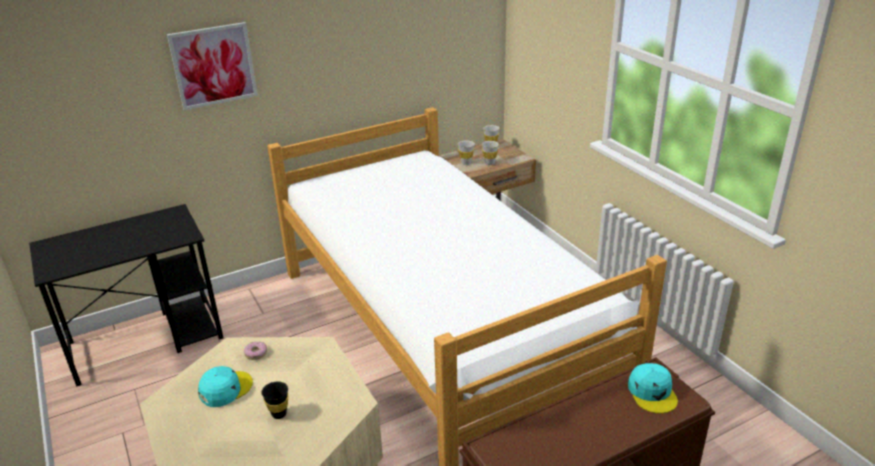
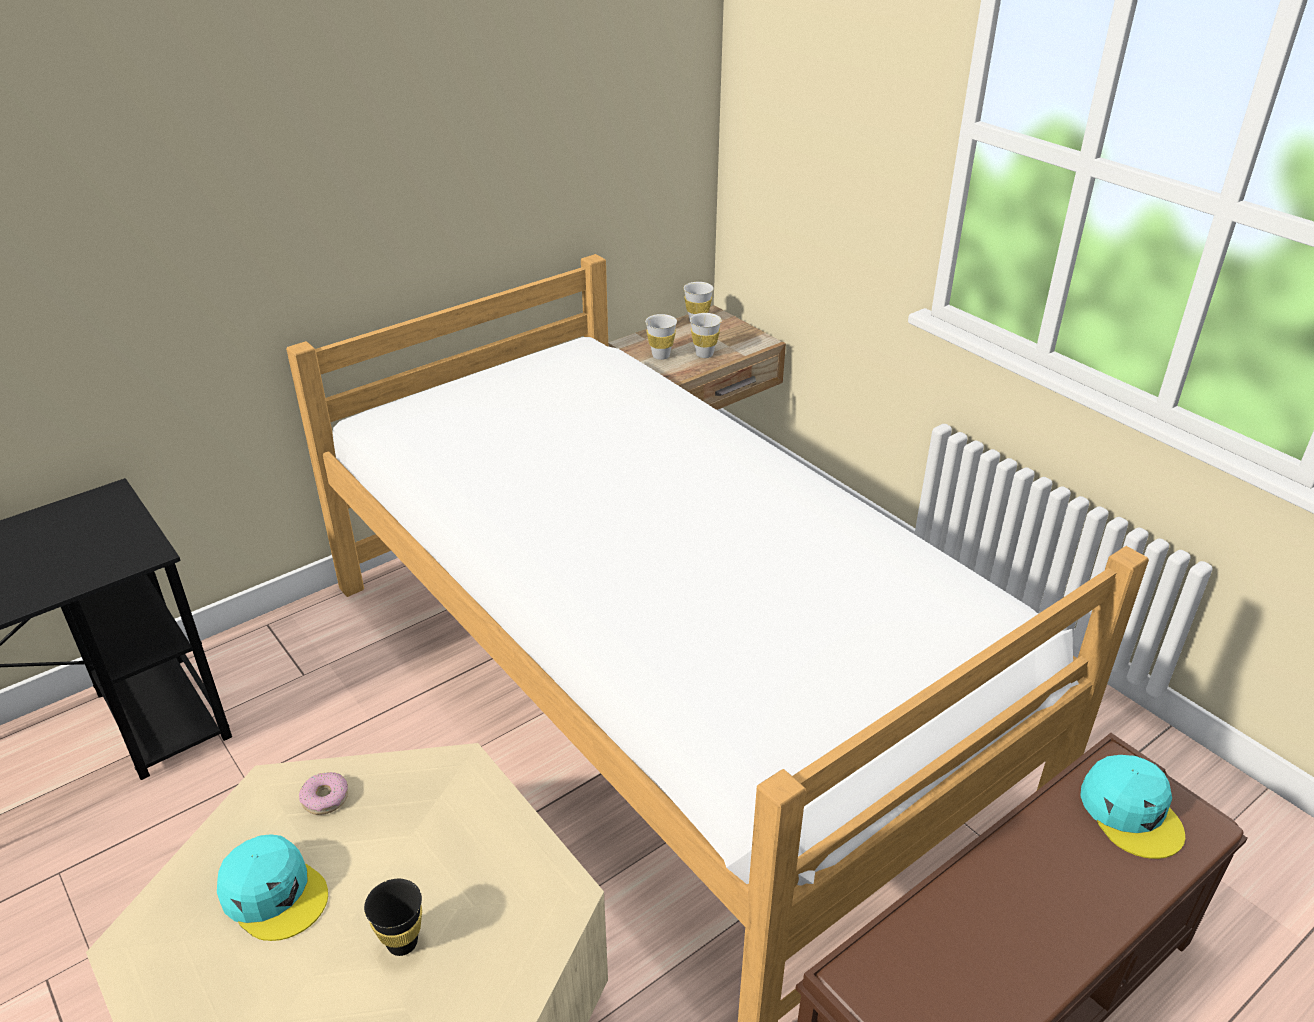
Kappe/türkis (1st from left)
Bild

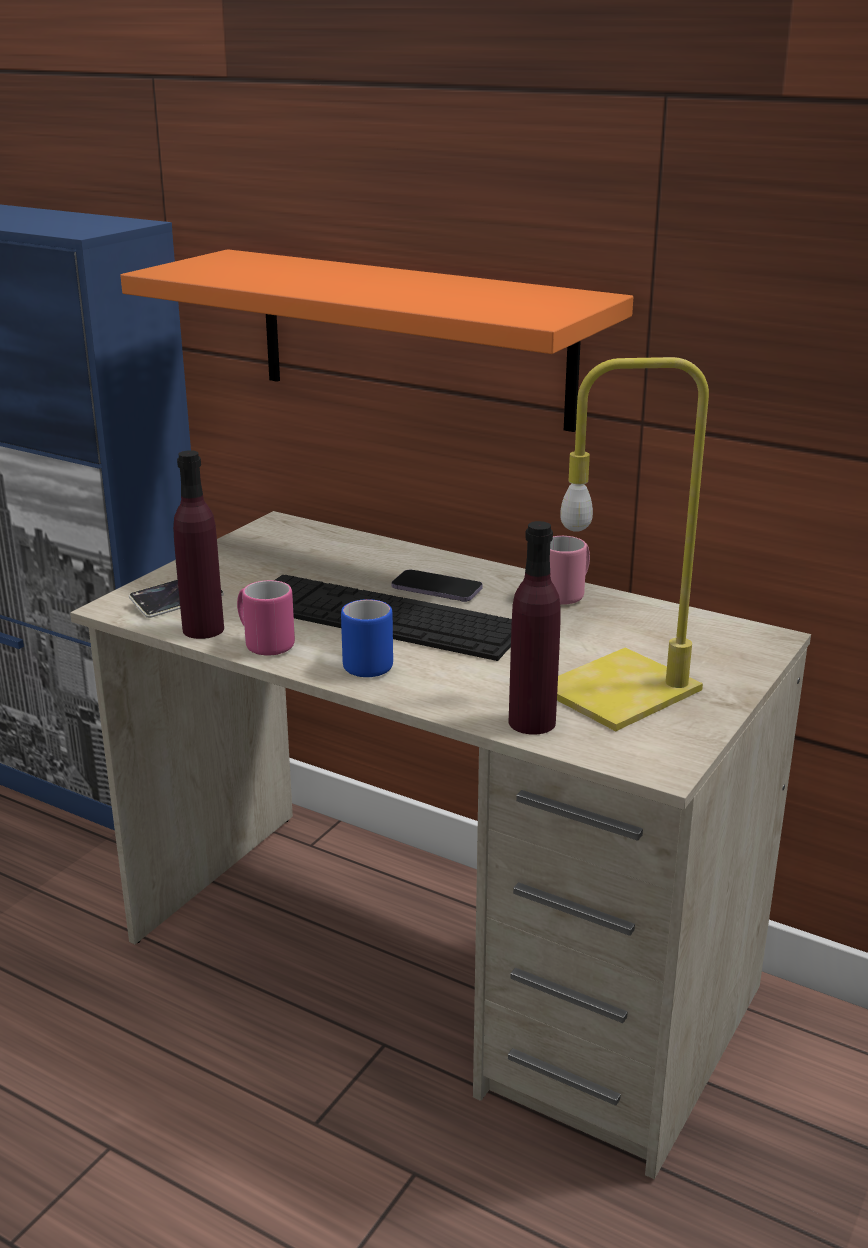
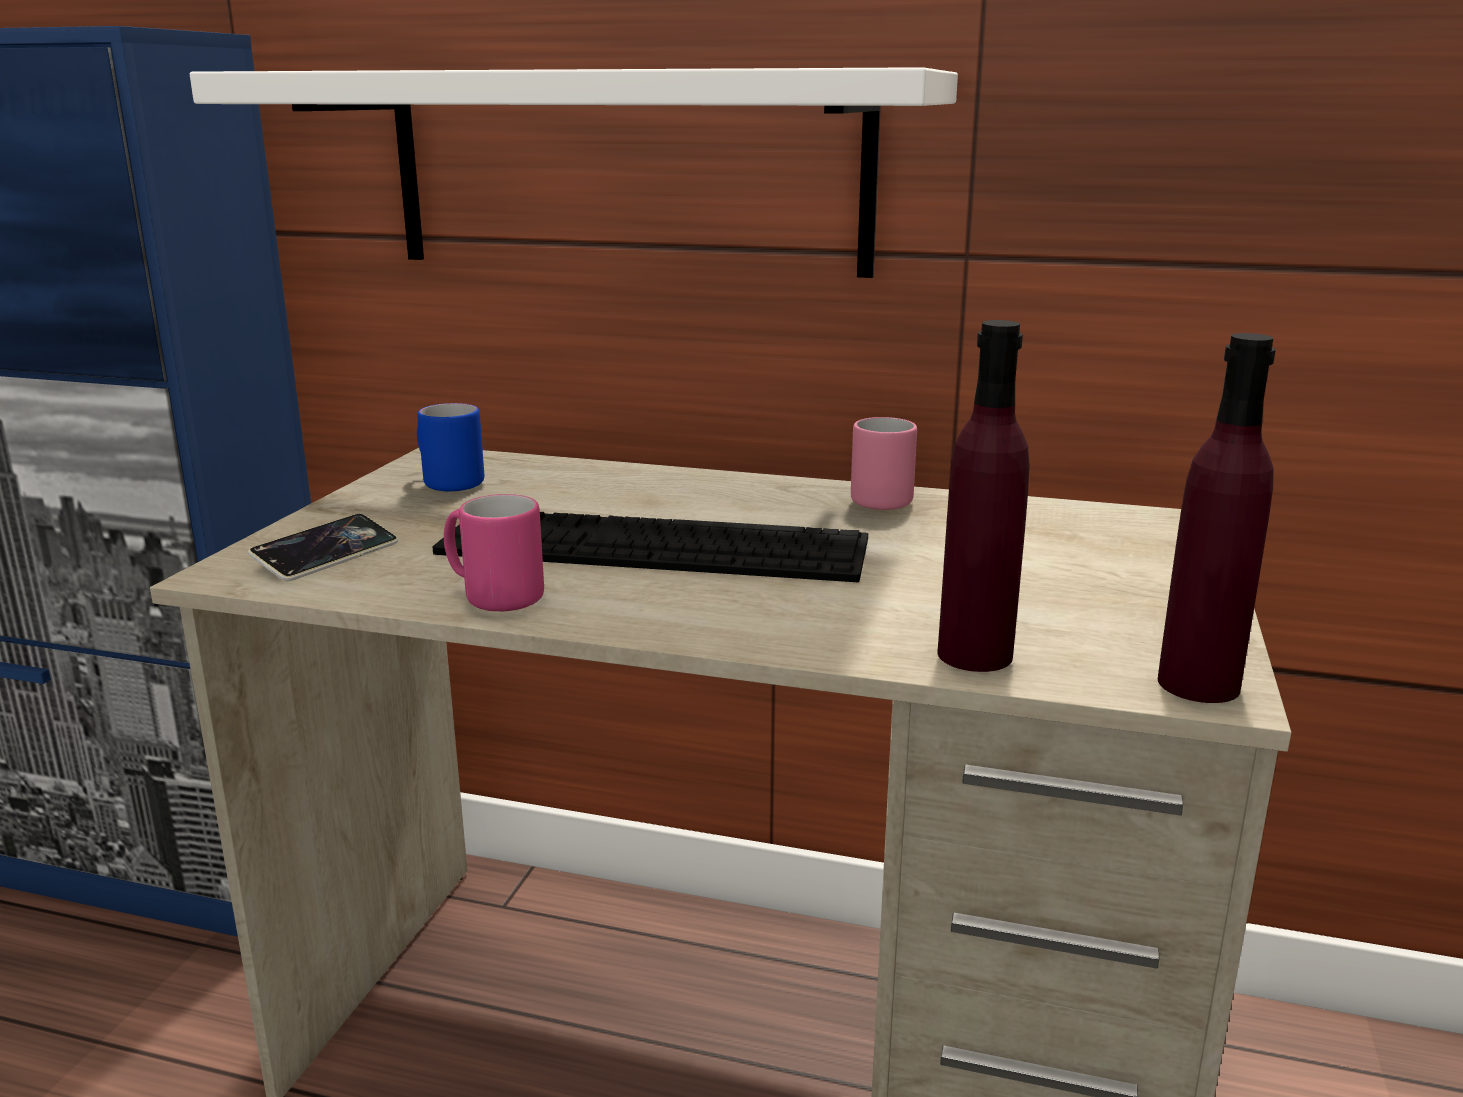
Wandregal/weiß
Henkelbecher/blau
Flasche/lila (2nd from left)
Handy (2nd from left in the first image)
Tischlampe/gelb

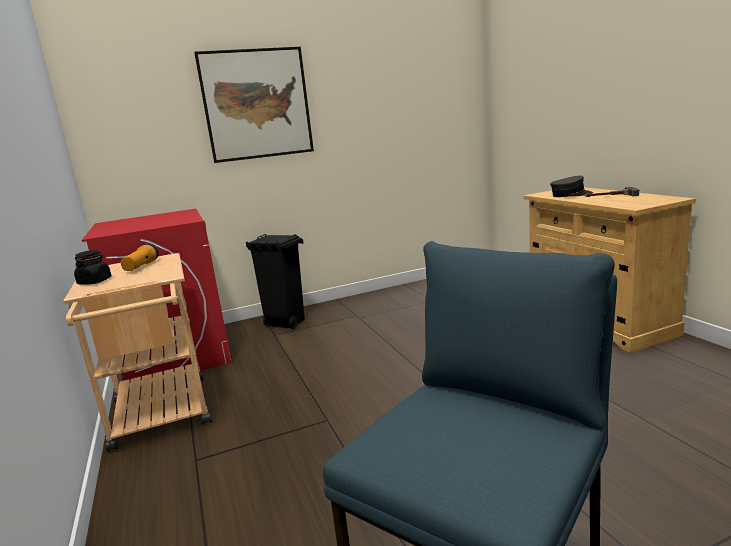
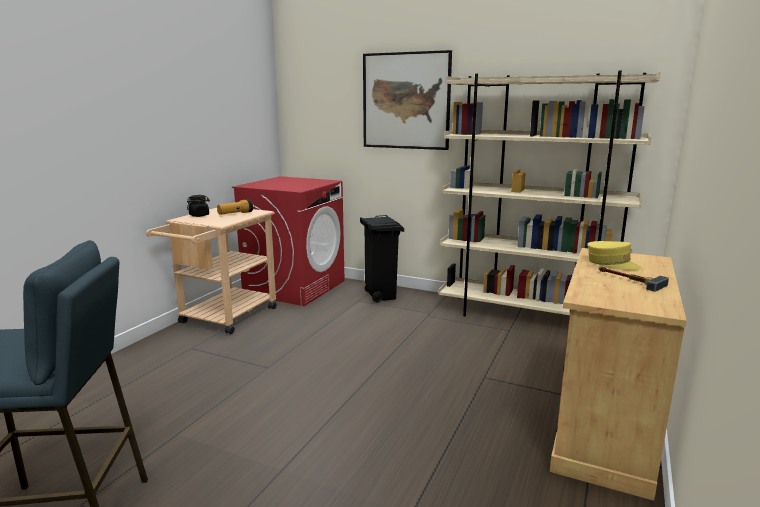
Bücherregal/beige
Kappe/gelb

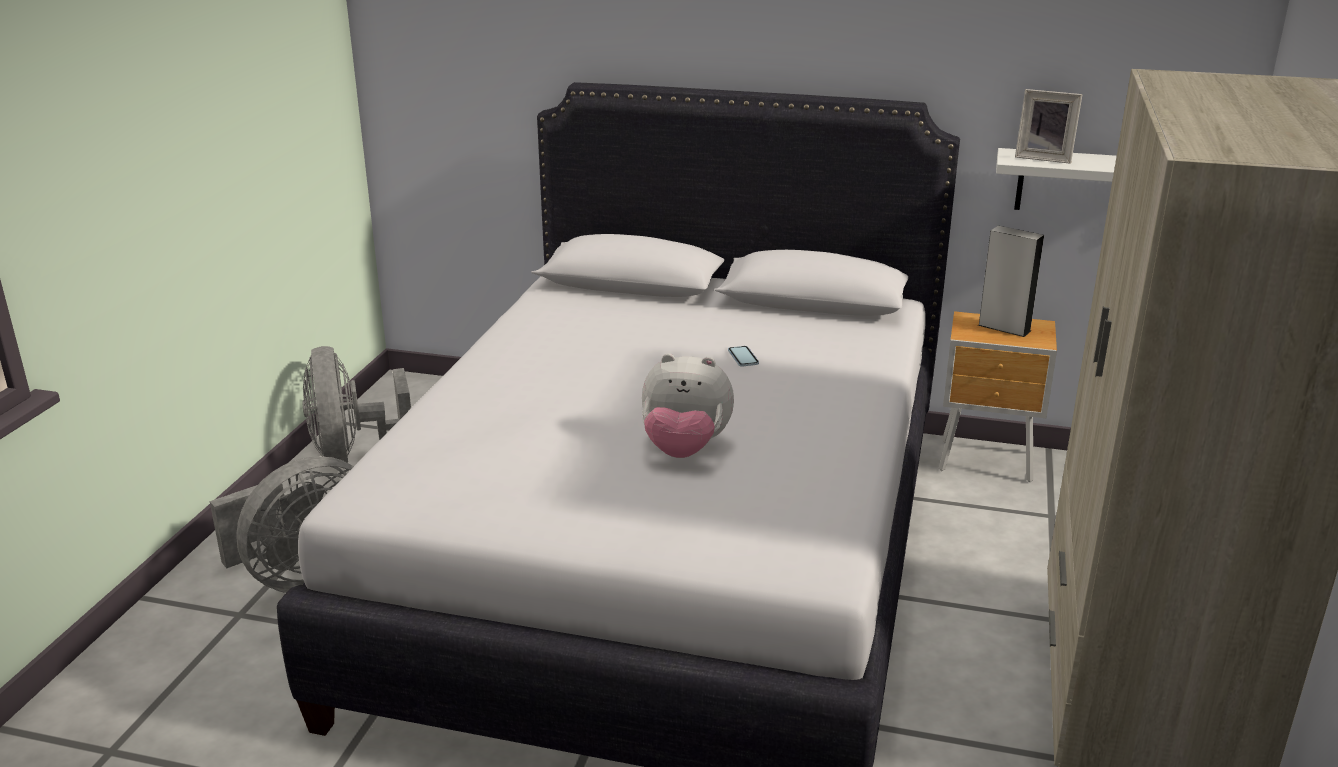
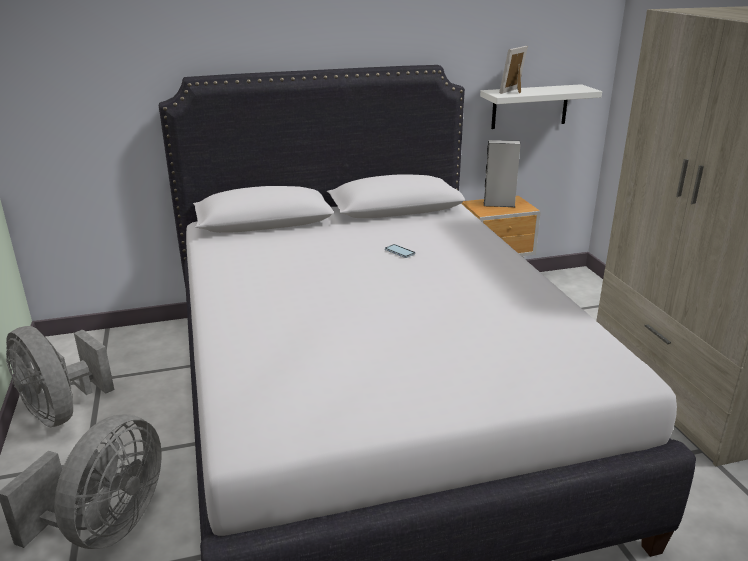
Bilderrahmen
Plüschtier

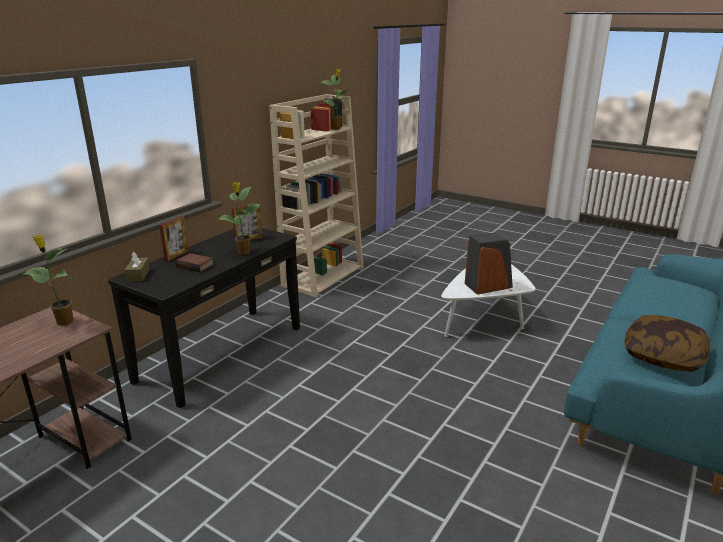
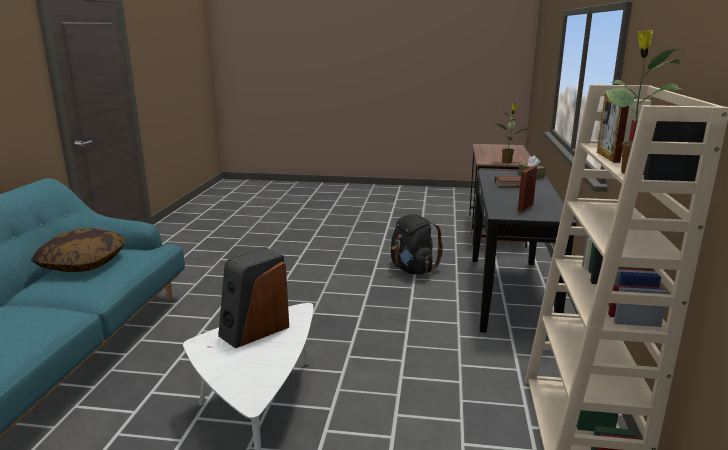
Rucksack/schwarz
Bilderrahmen (2nd from left)
Topfpflanze (2nd from left in the first image)

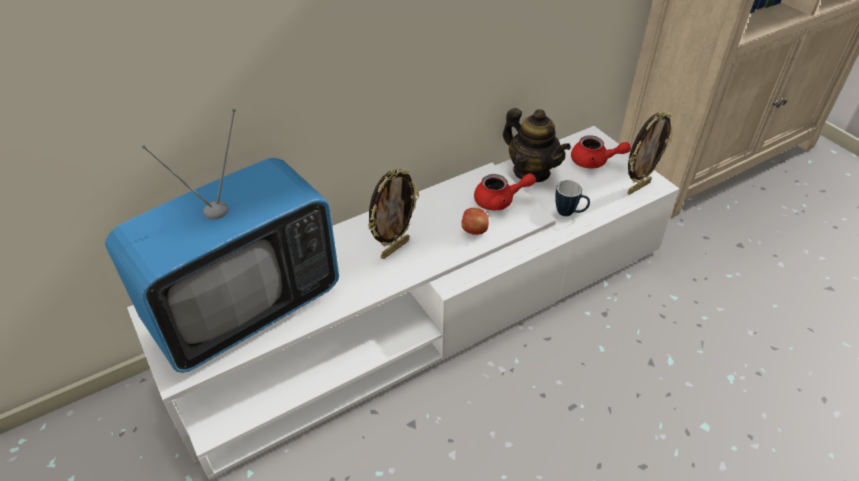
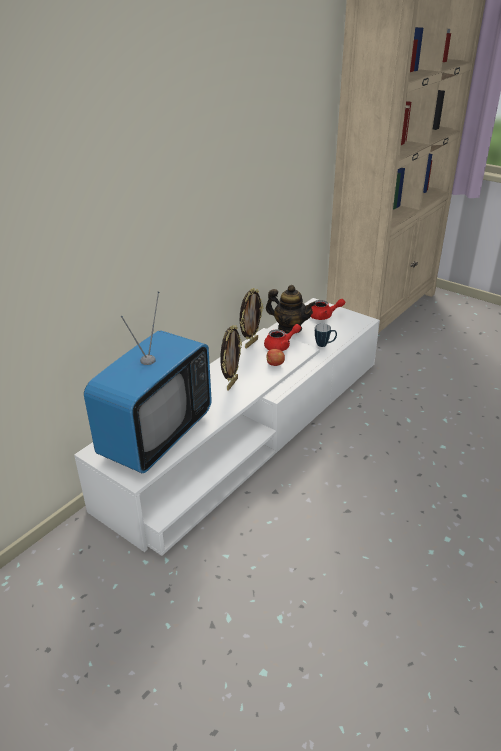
Bilderrahmen (2nd from left)

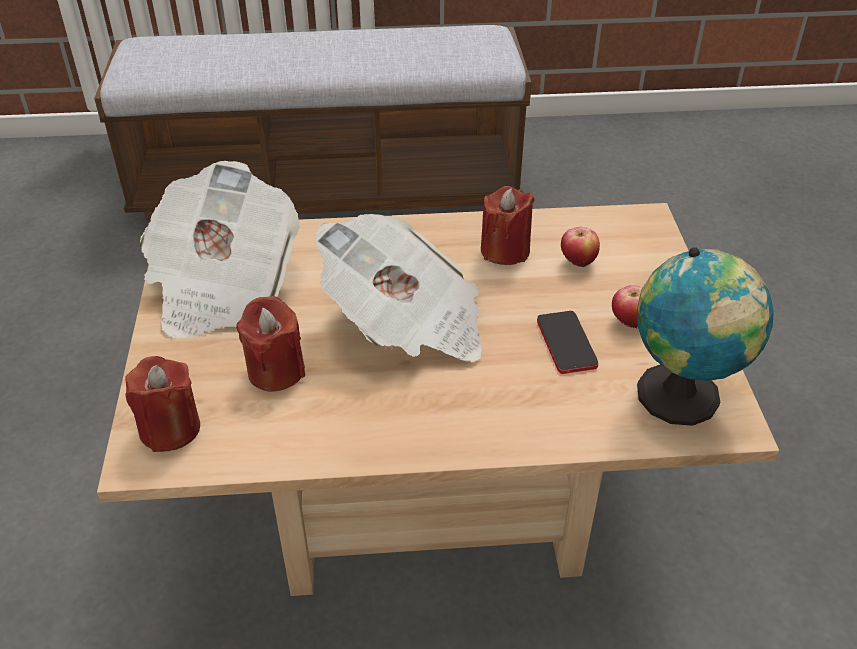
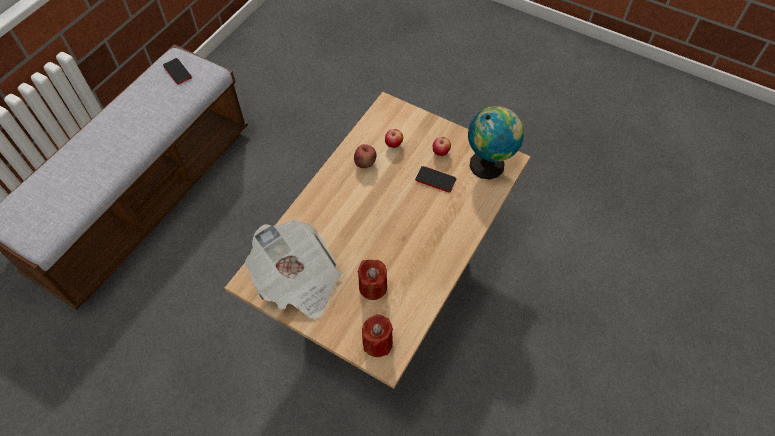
Handy (1st from left)
Apfel (1st from left)
Zeitung (2nd from left in the first image)

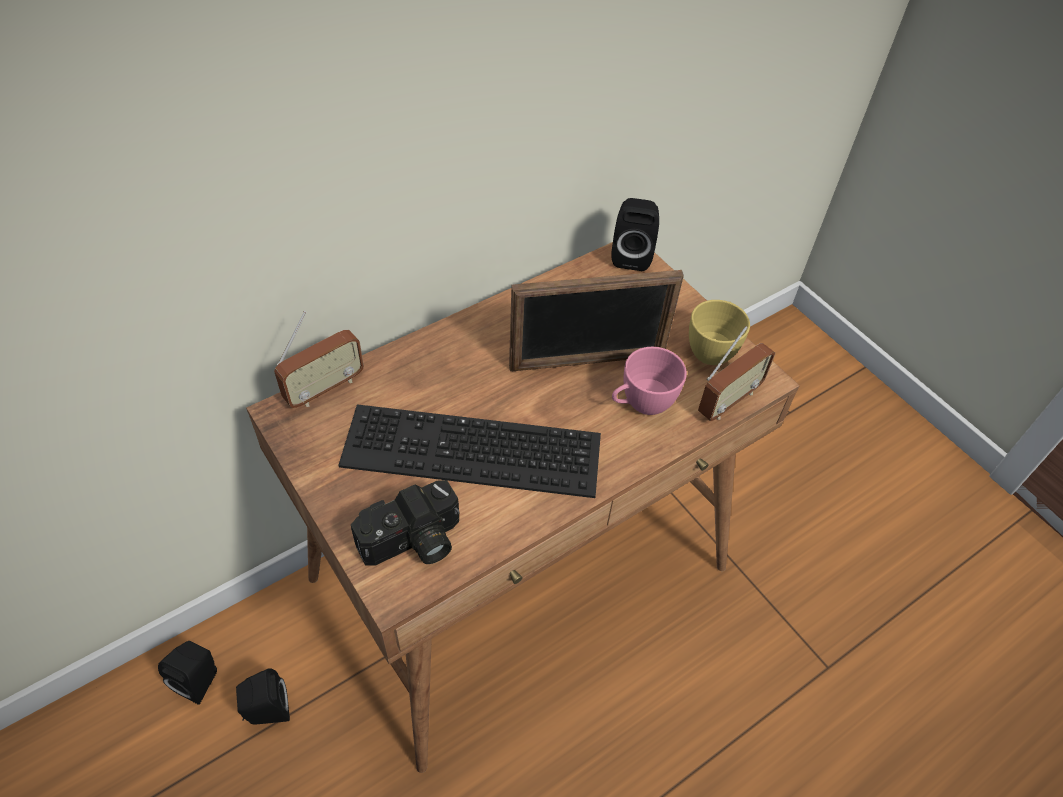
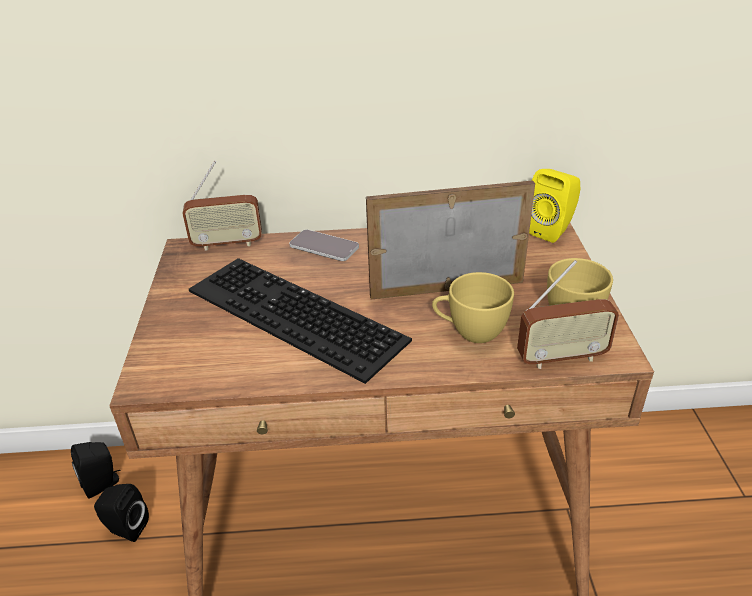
Handy
Bilderrahmen
Tasse/gelb (1st from left)
Lautsprecher/gelb
Kamera

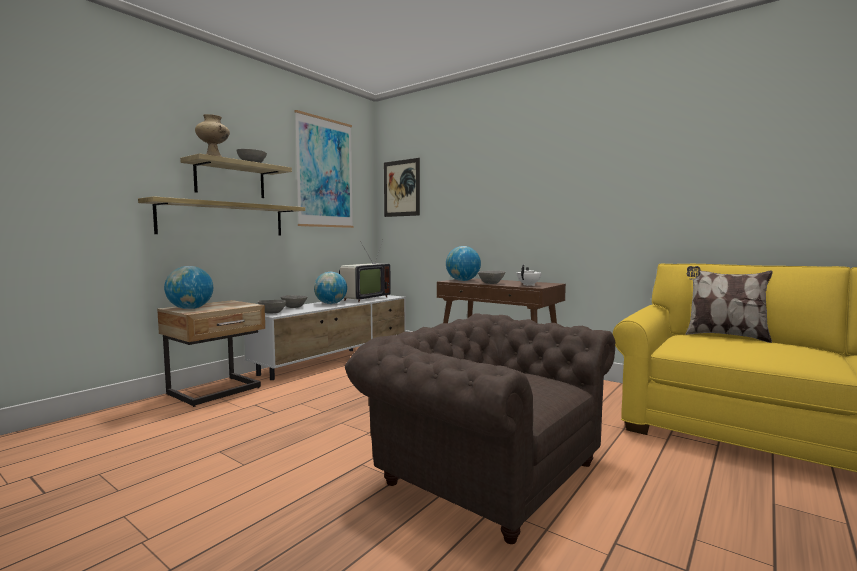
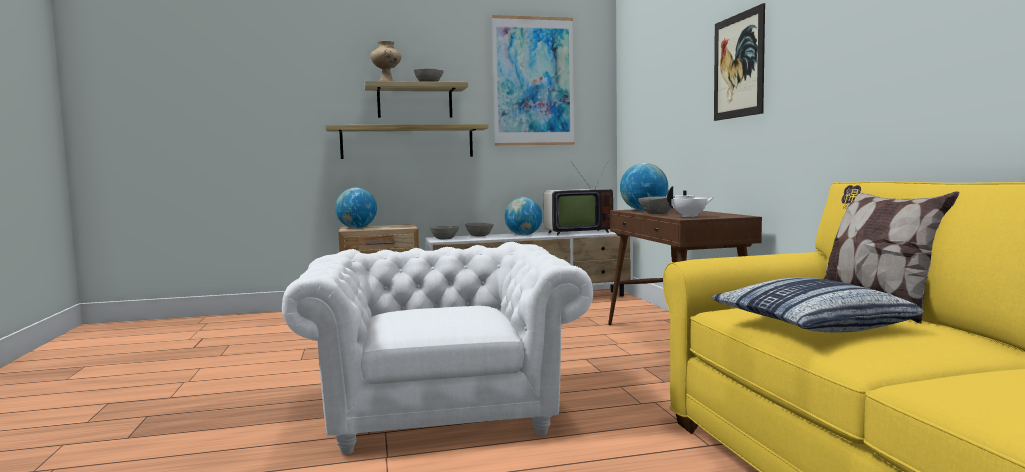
Sessel/weiß
Kissen (1st from left)
Bild (2nd from left)

